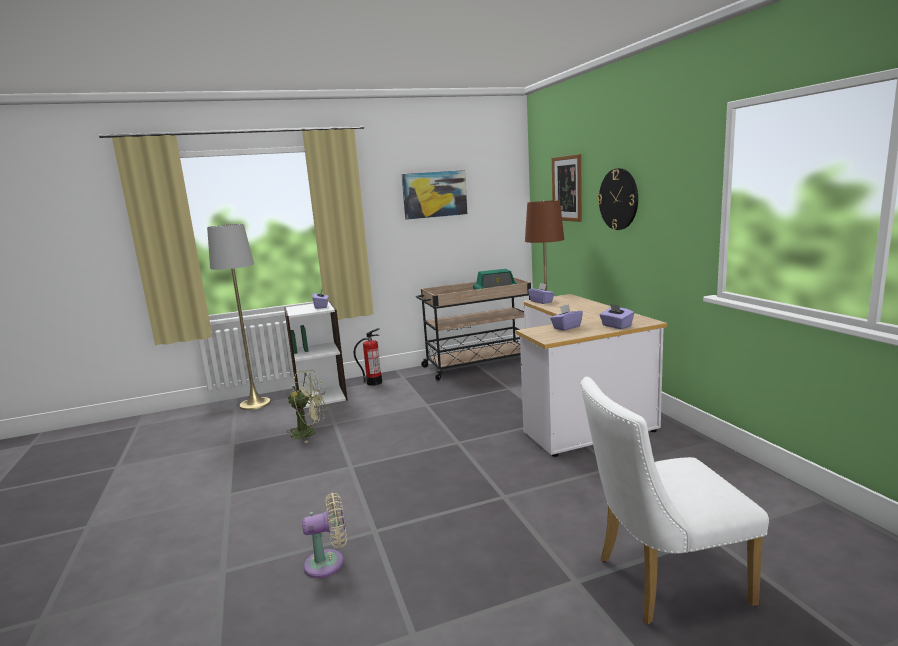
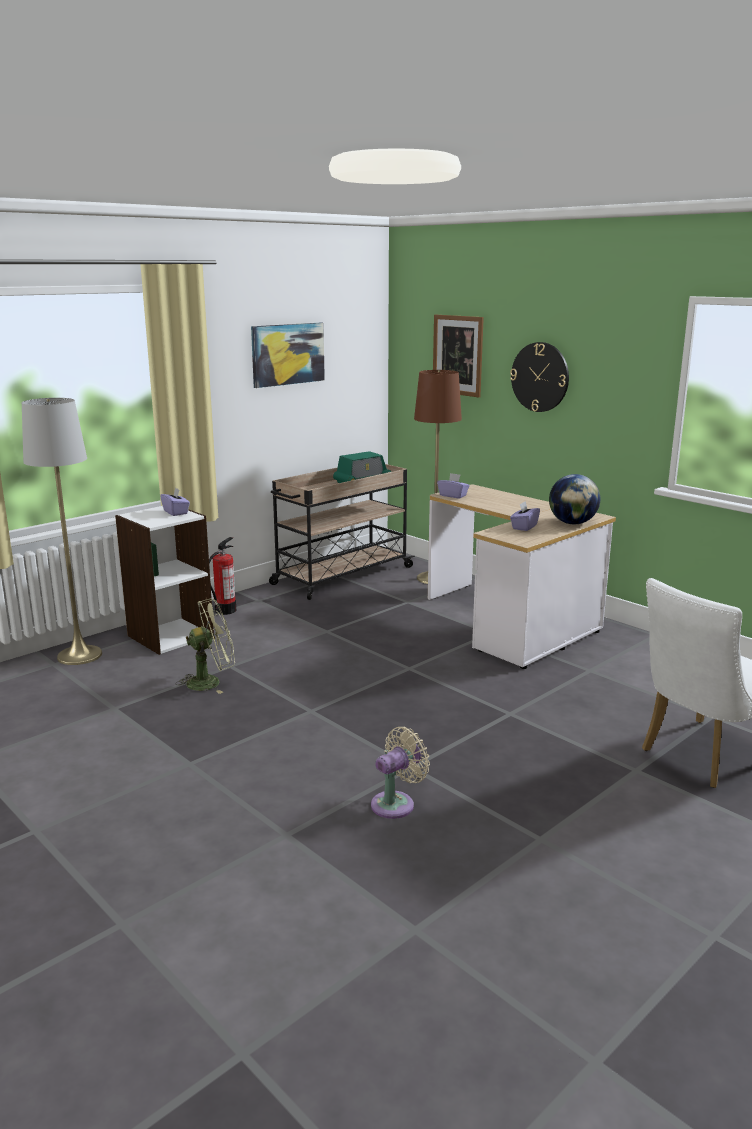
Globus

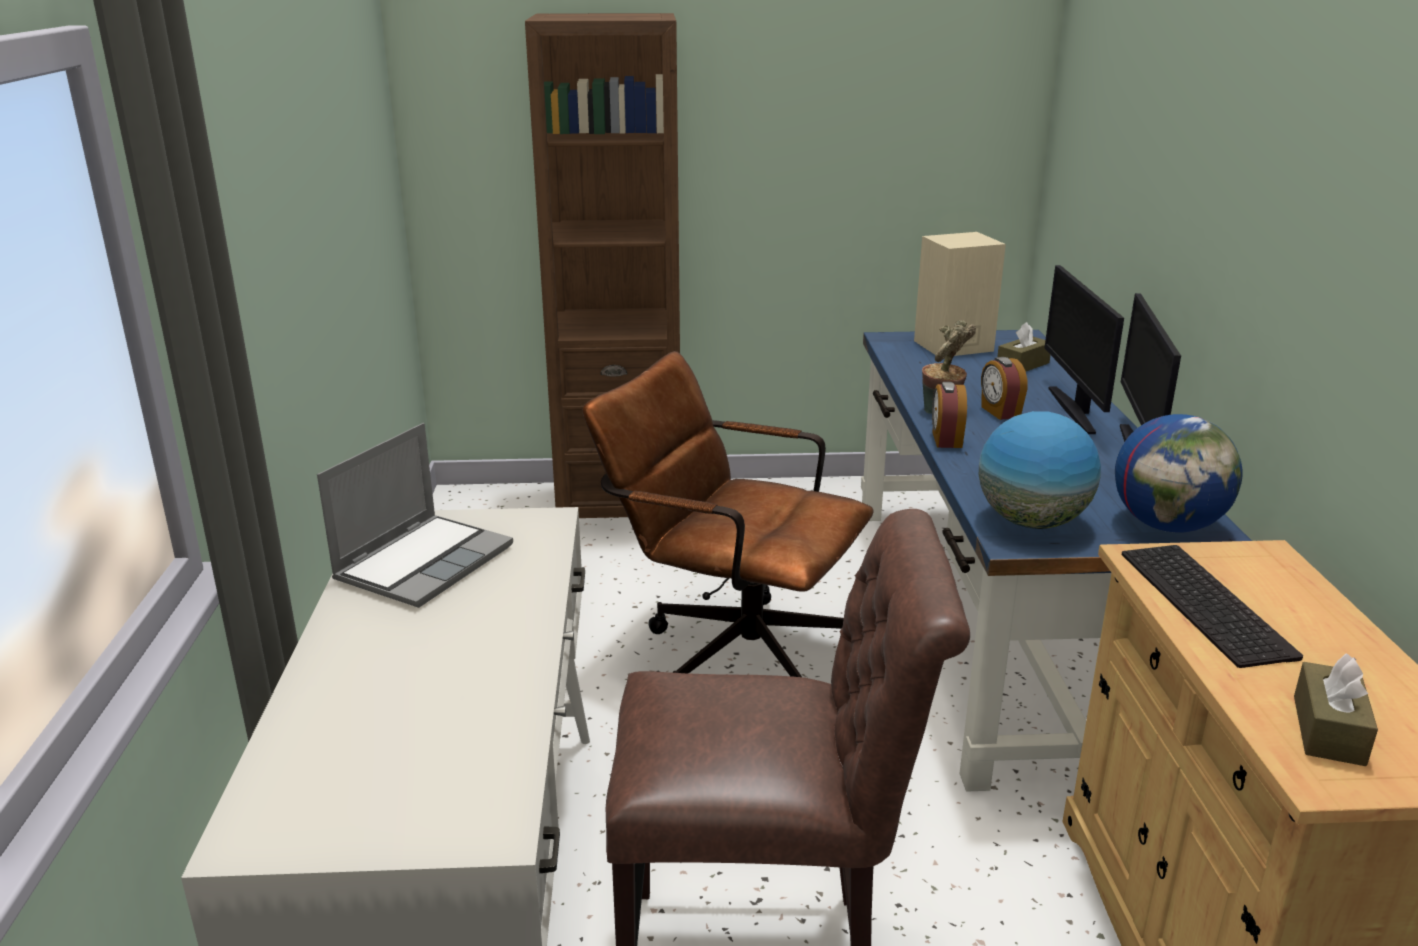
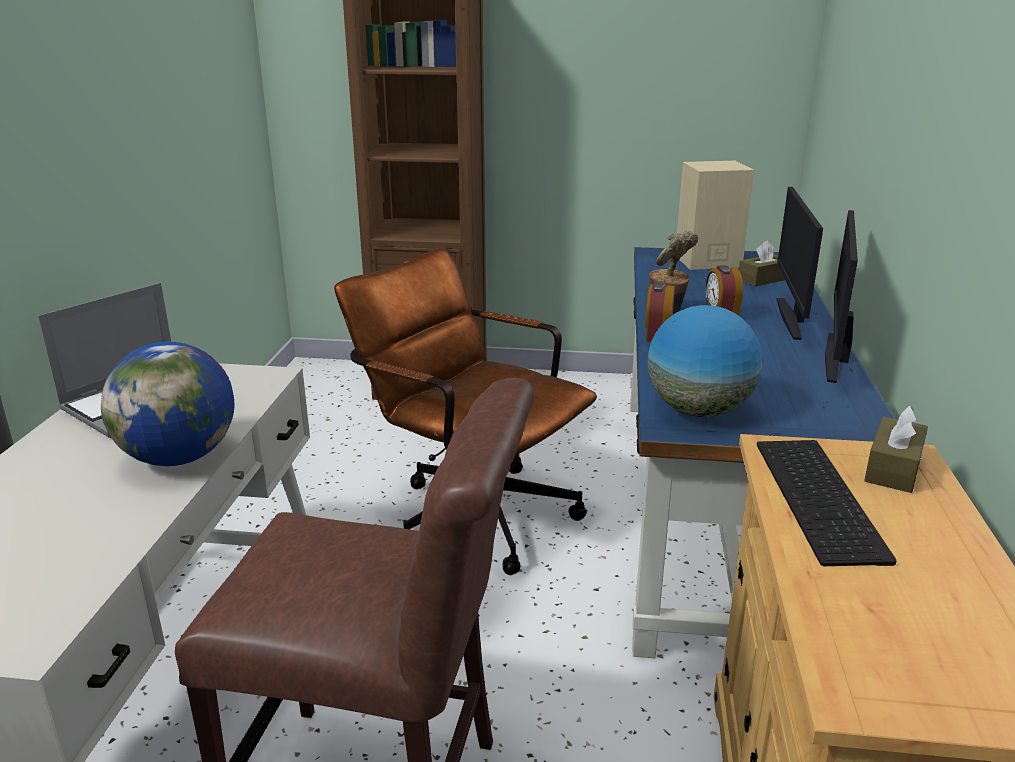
Globus (1st from left)
Taschentuchbox/braun (2nd from left)

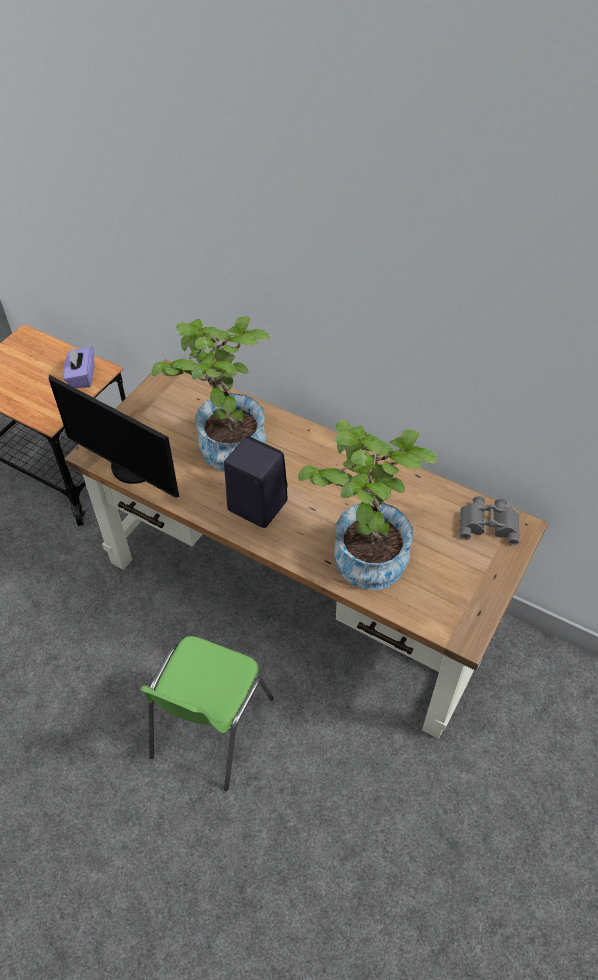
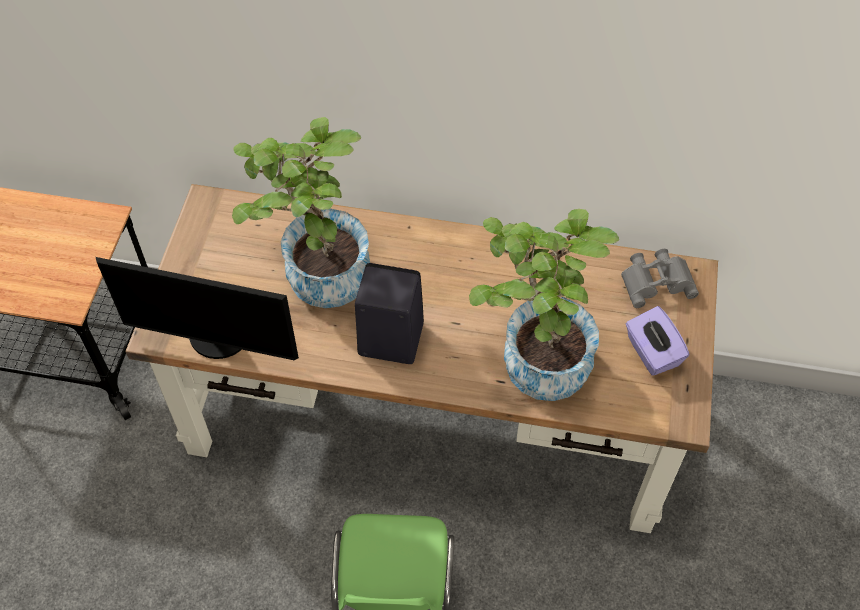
Taschentuchbox/lila

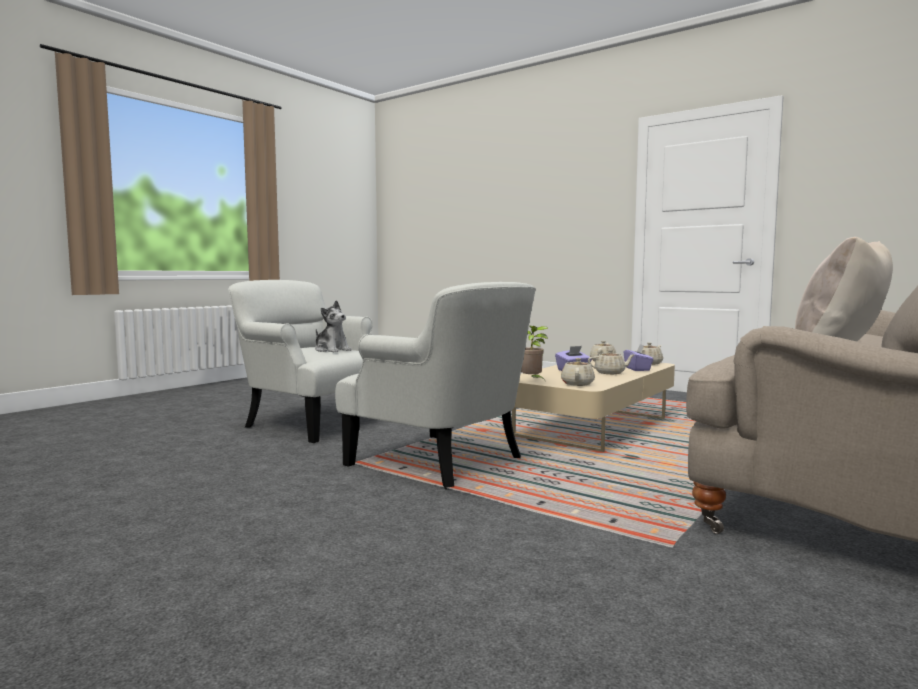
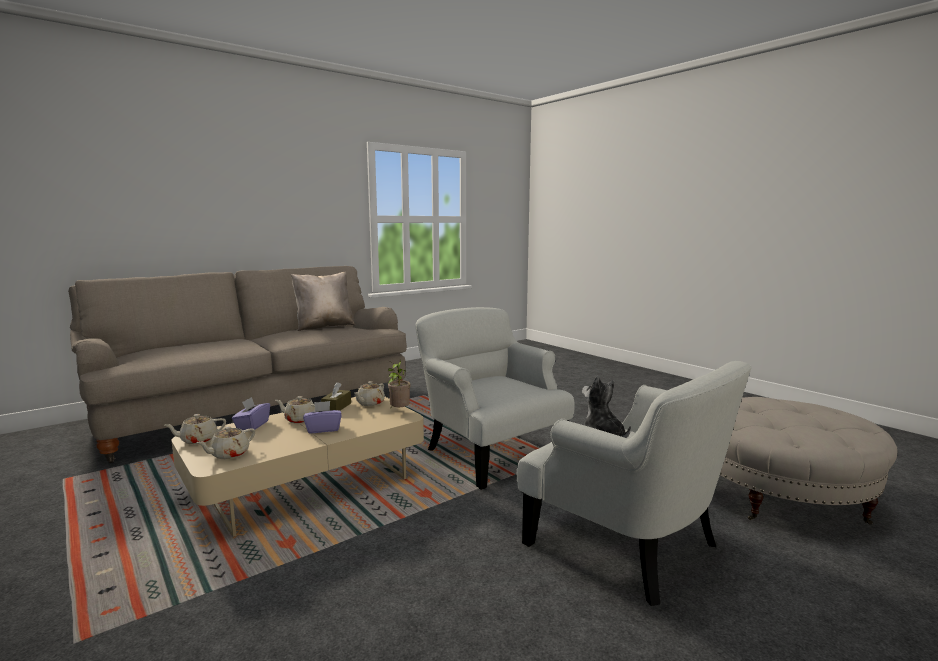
Taschentuchbox/braun
Polsterhocker/beige

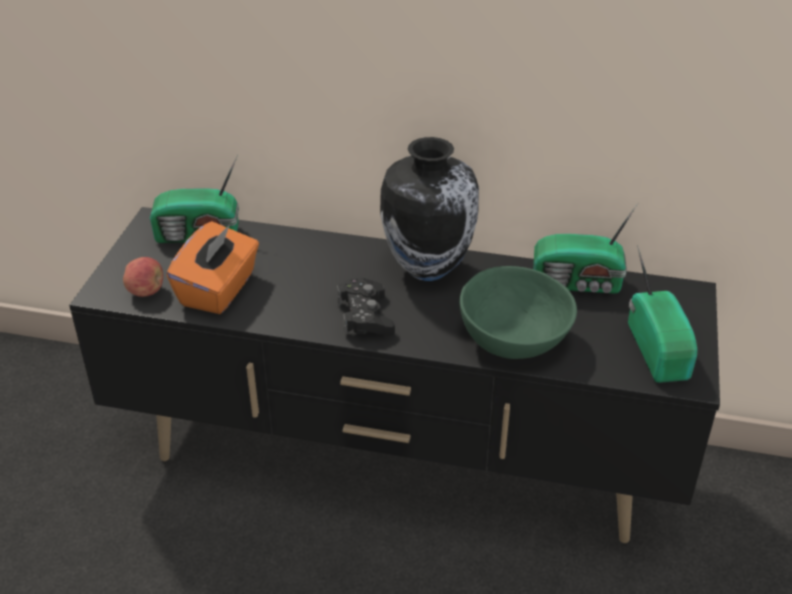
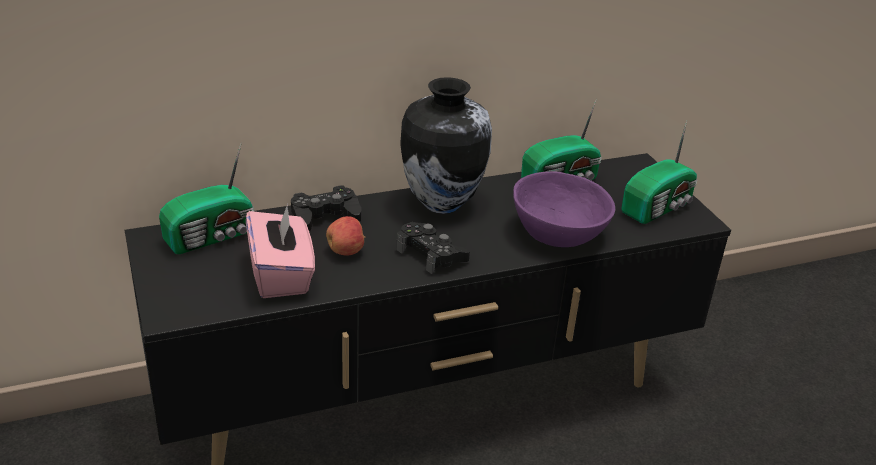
Taschentuchbox/rosa
Gamepad/schwarz (1st from left)
Apfel
Schüssel/lila
Radio (3rd from left)

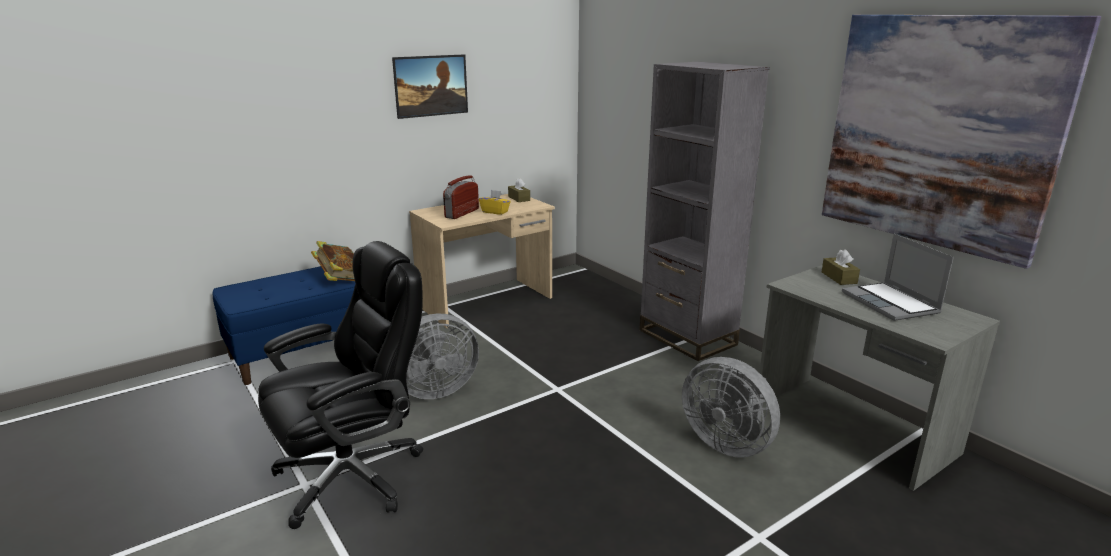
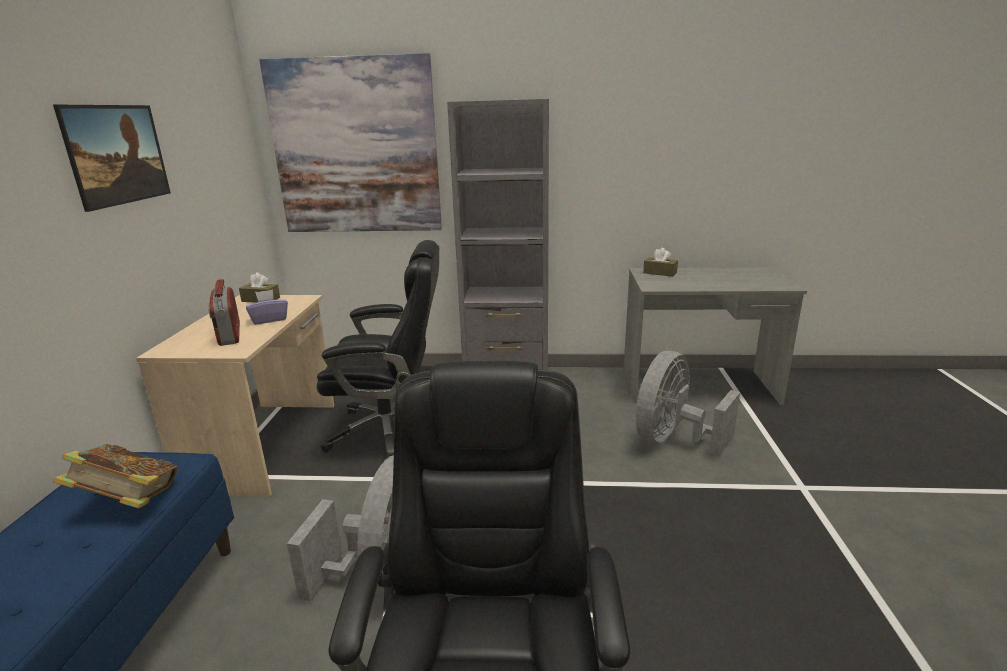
Taschentuchbox/lila
Bild (2nd from left)
Bürostuhl/schwarz (1st from left)
Ventilator/grau (2nd from left)
Laptop

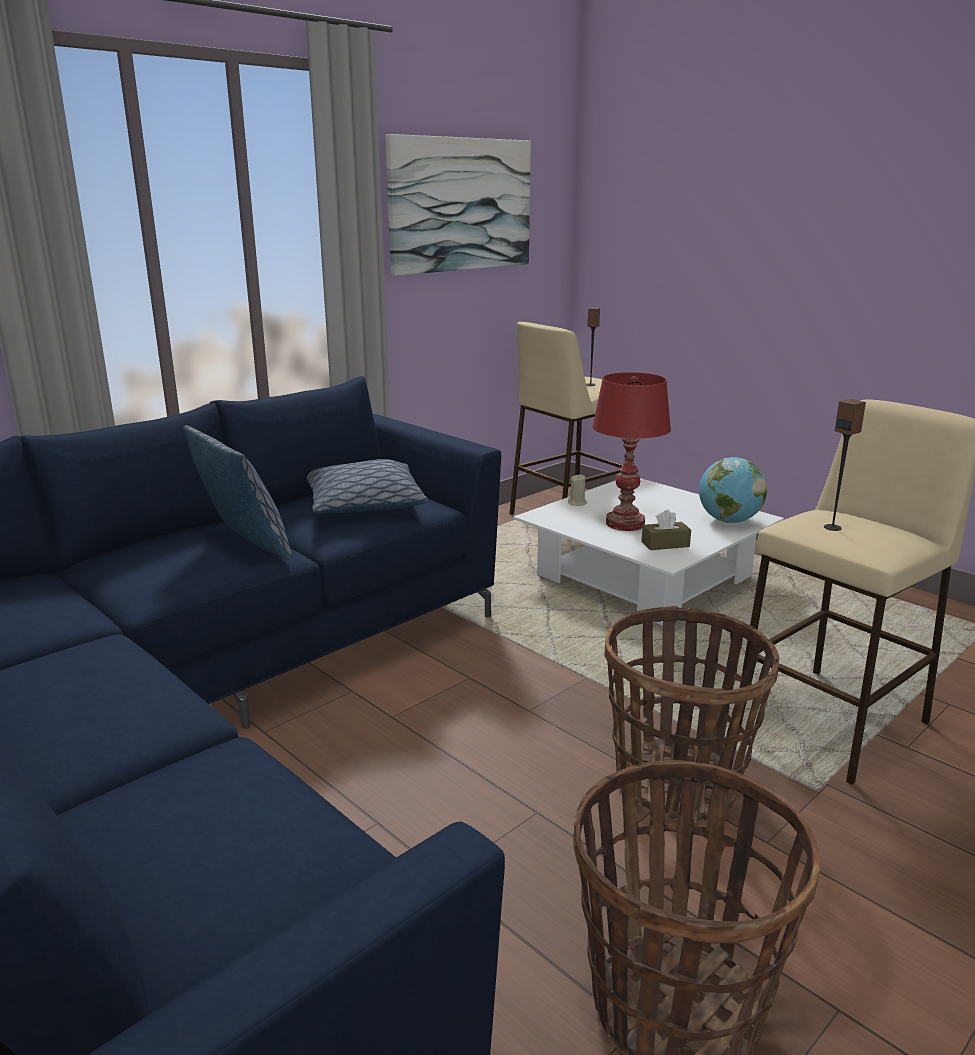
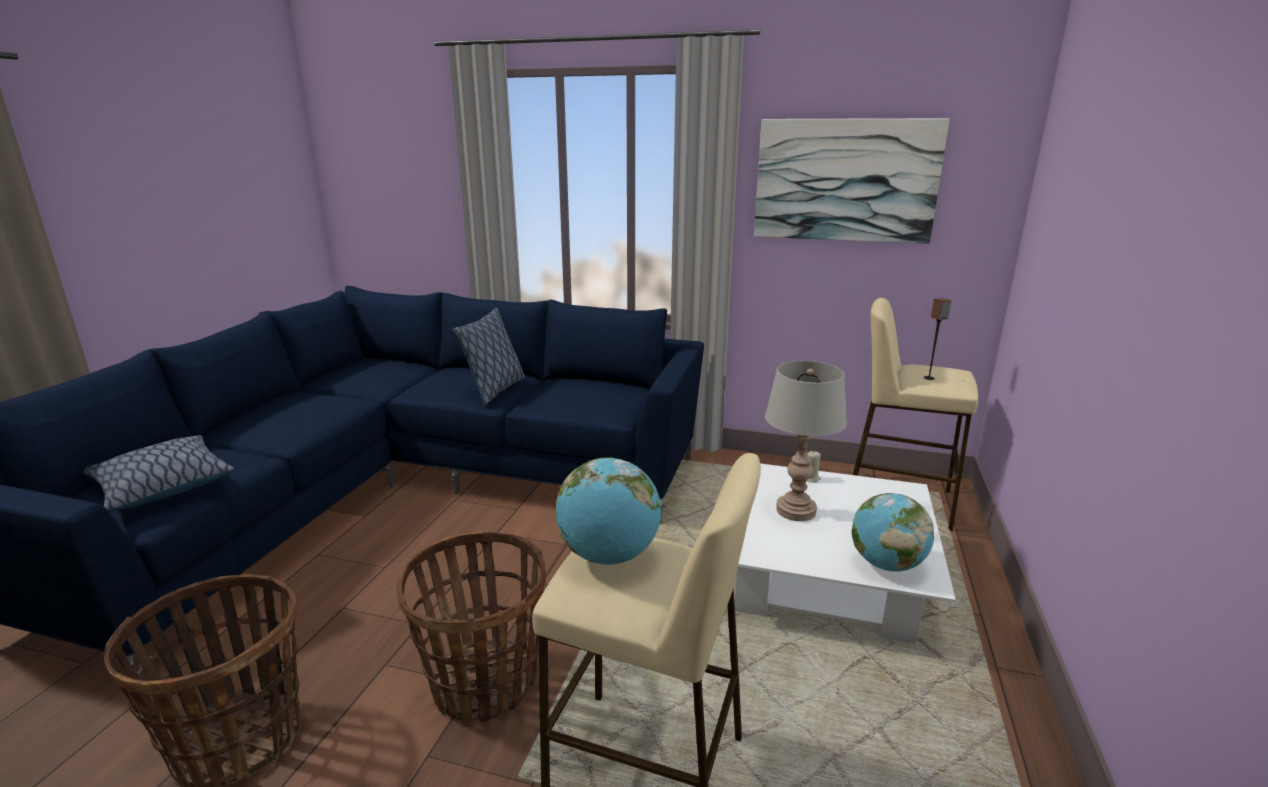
Kissen (1st from left)
Globus (1st from left)
Tischlampe/grau
Taschentuchbox/braun

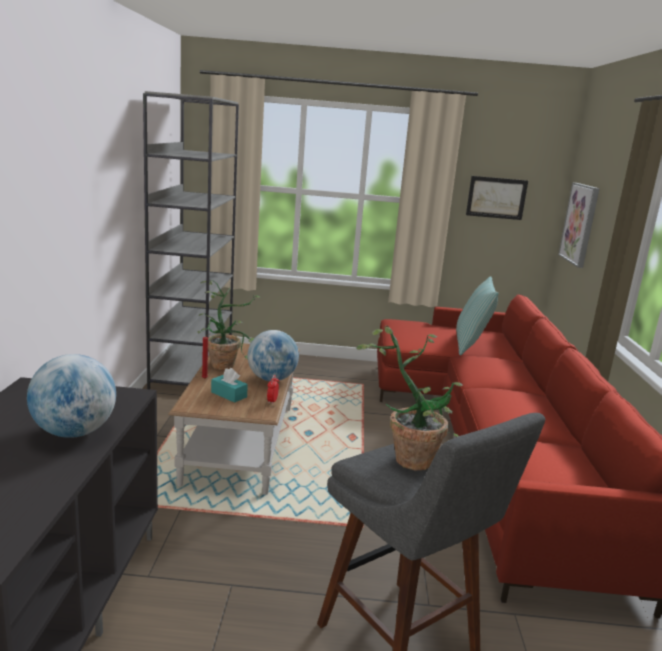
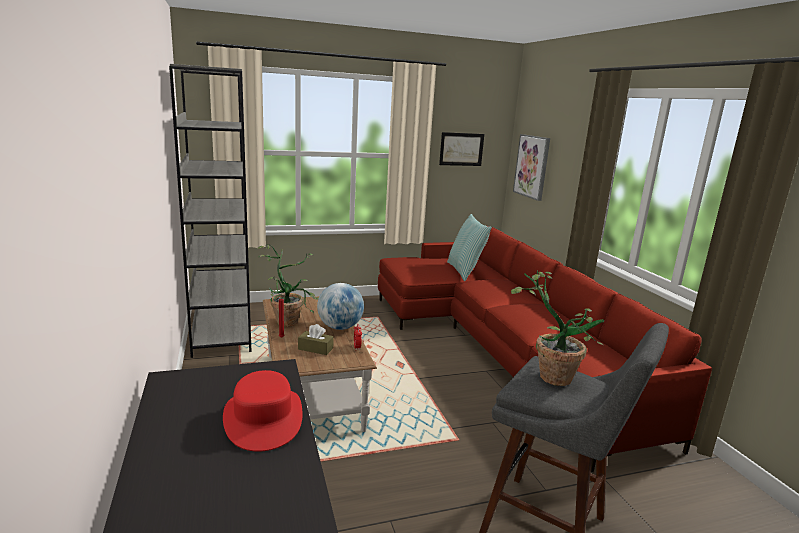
Hut/rot
Taschentuchbox/braun

